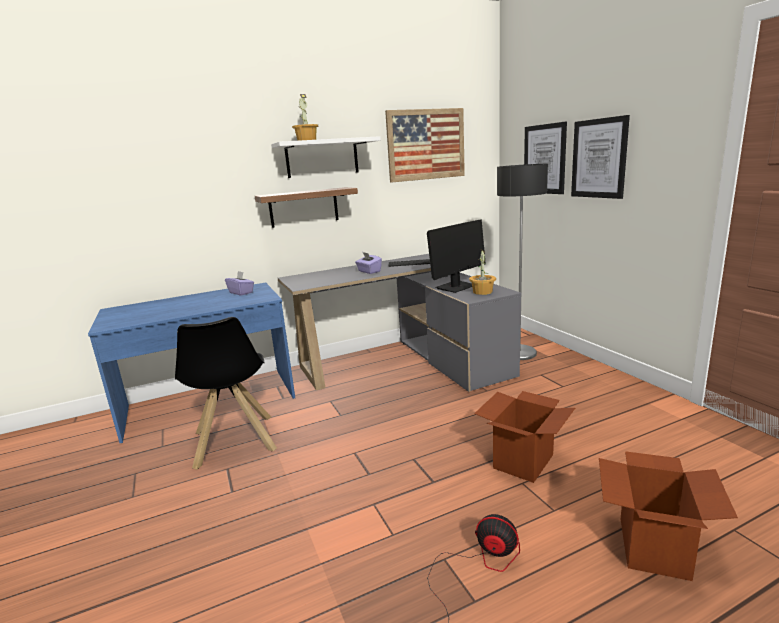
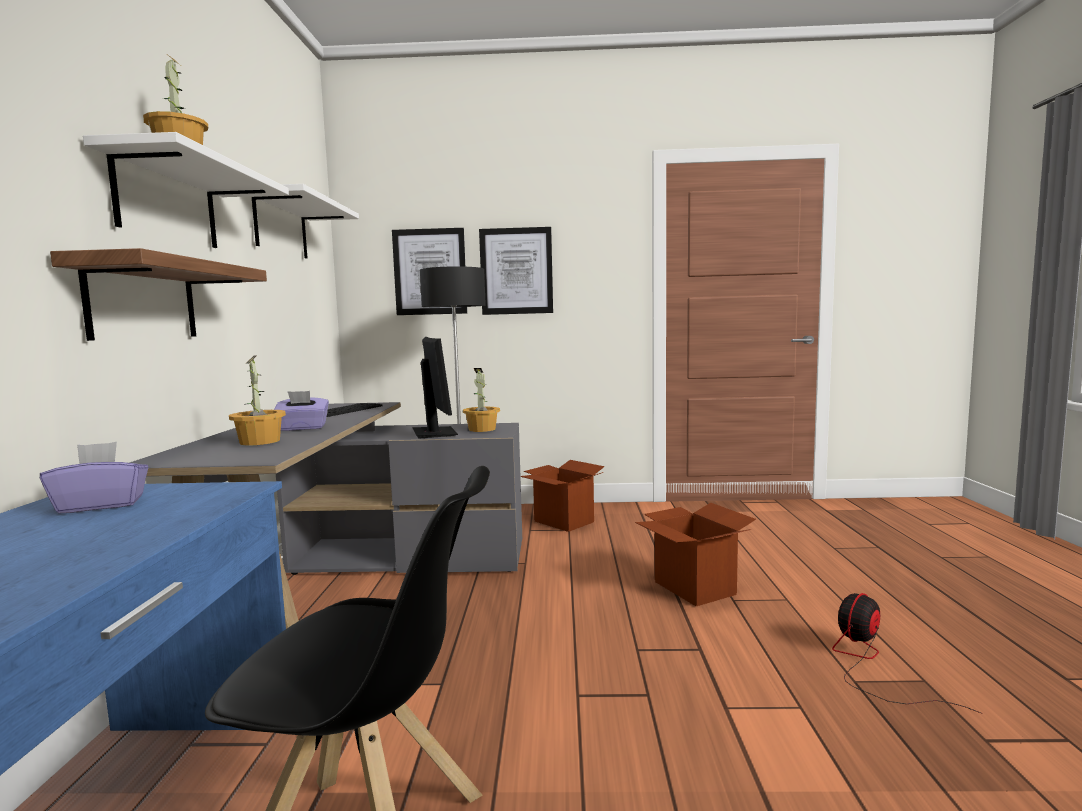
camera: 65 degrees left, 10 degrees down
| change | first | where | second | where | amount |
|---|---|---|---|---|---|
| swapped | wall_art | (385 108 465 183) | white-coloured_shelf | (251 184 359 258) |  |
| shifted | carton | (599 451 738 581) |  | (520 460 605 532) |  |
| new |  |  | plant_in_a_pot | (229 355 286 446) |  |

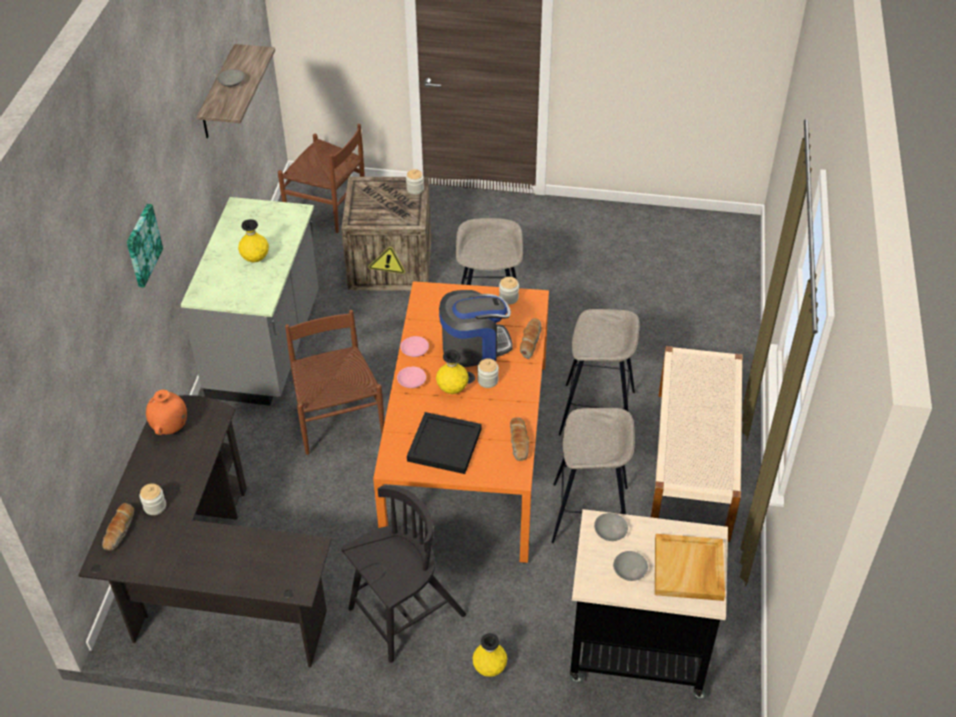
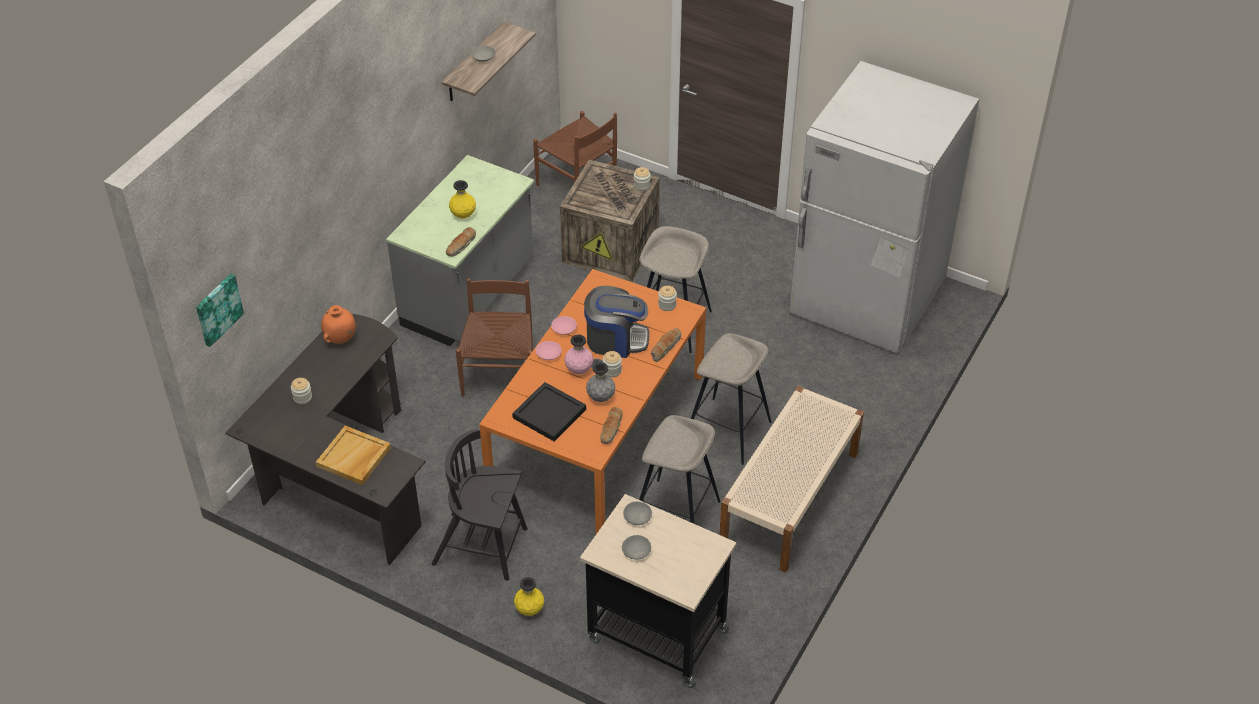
camera: 20 degrees right, 0 degrees up
| change | first | where | second | where | amount |
|---|---|---|---|---|---|
| shifted | baked_bread | (102 503 134 550) |  | (446 227 476 257) |  |
| shifted | wall_art | (127 204 163 287) |  | (196 274 244 347) |  |
| rotated | black_plain_chair | (341 485 466 663) |  | (431 429 528 581) | 150 degrees counterclockwise |
| repainted | yellow-coloured_vase | (436 350 469 394) | pink-coloured_vase | (564 335 593 374) |  |
| shifted | sand-coloured_tray | (655 534 725 601) |  | (316 426 391 485) |  |
| new |  |  | greyish_vase | (586 362 615 402) |  |
| new |  |  | white-coloured_refrigerator | (790 61 979 353) |  |

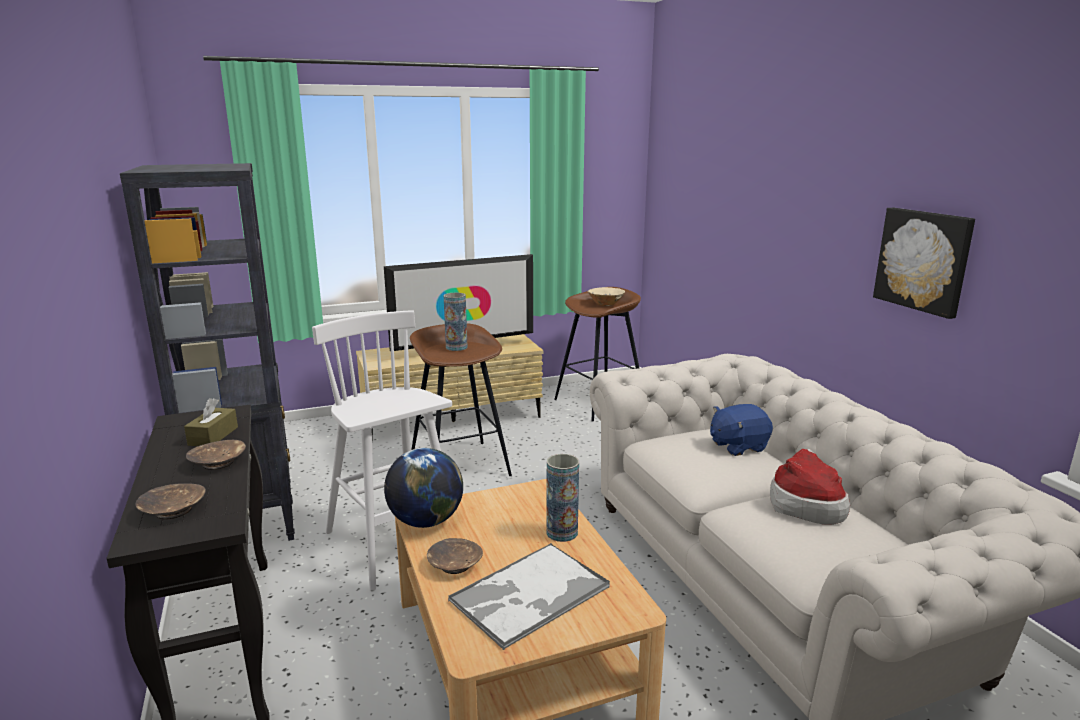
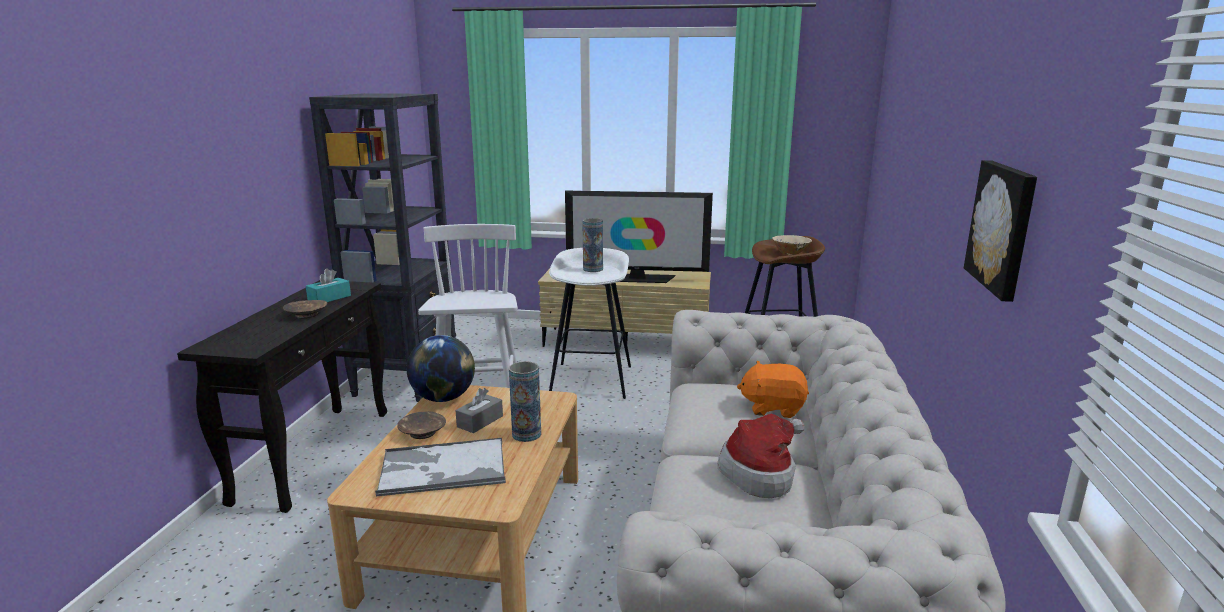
camera: 30 degrees right, 0 degrees up
| change | first | where | second | where | amount |
|---|---|---|---|---|---|
| gone | brown-coloured_deep_dish | (135 483 206 520) |  |  |  |
| repainted | brown-coloured_box_of_tissues | (184 398 238 446) | blue-green_box_of_tissues | (306 268 351 302) |  |
| repainted | brown-coloured_stool | (410 323 512 476) | white-coloured_stool | (549 248 631 399) |  |
| repainted | bluish_soft_toy | (710 404 773 456) | orange-coloured_soft_toy | (737 361 809 418) |  |
| new |  |  | greyish_box_of_tissues | (455 388 503 433) |  |

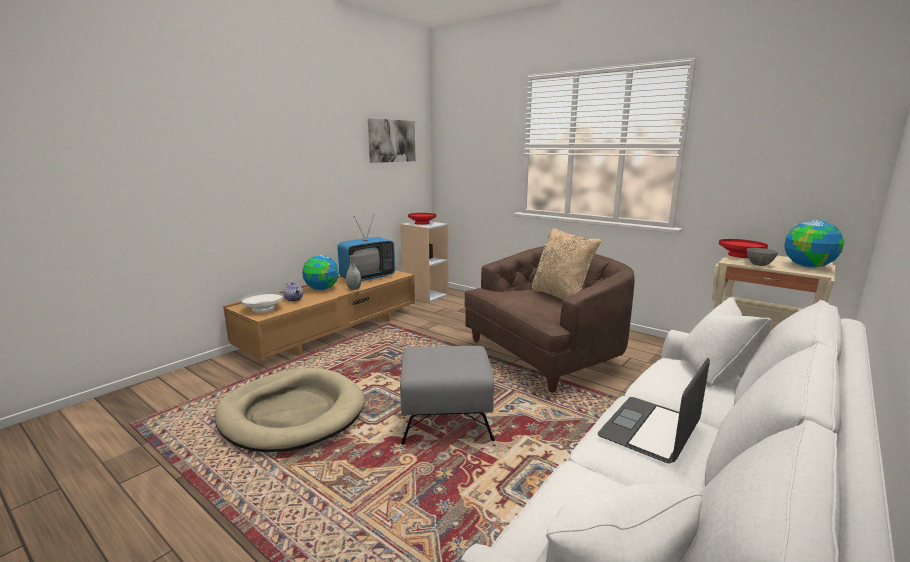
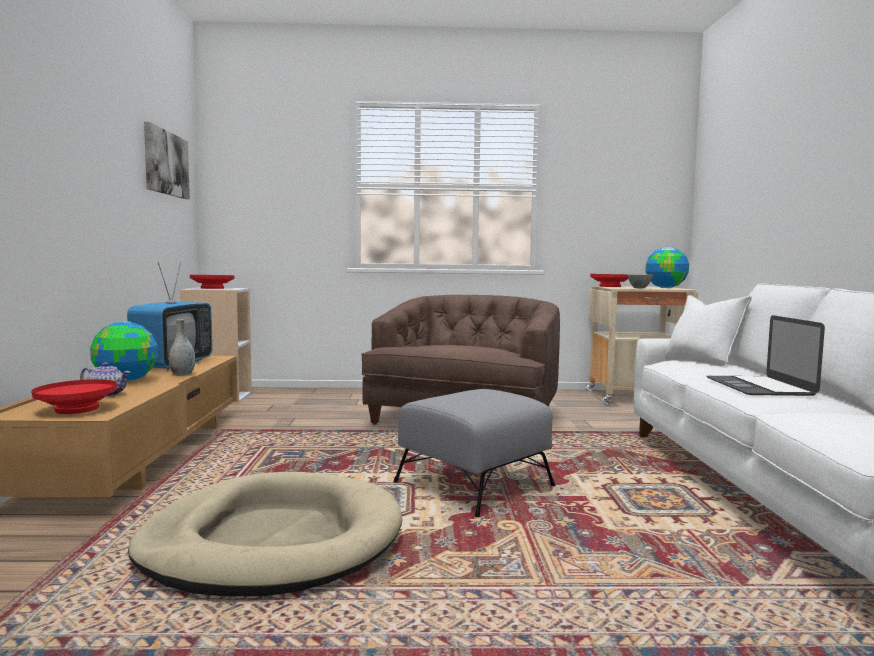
camera: 40 degrees left, 10 degrees down
| change | first | where | second | where | amount |
|---|---|---|---|---|---|
| repainted | white-coloured_deep_dish | (241 292 283 313) | reddish_deep_dish | (31 379 117 414) |  |
| gone | sand-coloured_cushion | (532 228 601 300) |  |  |  |

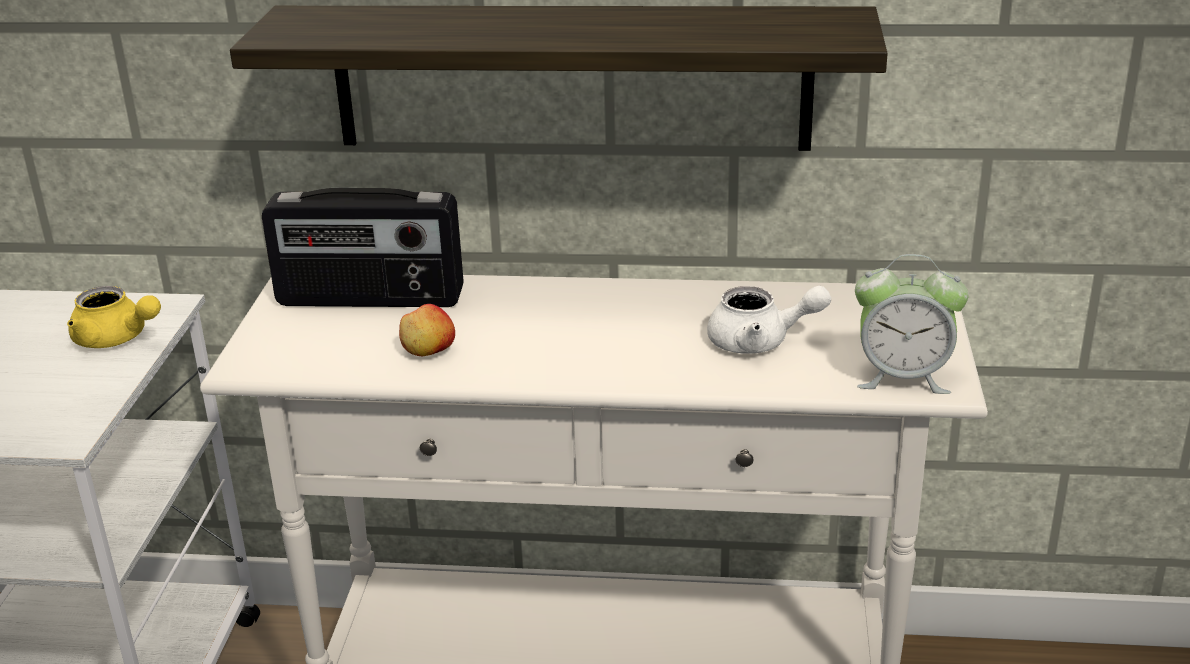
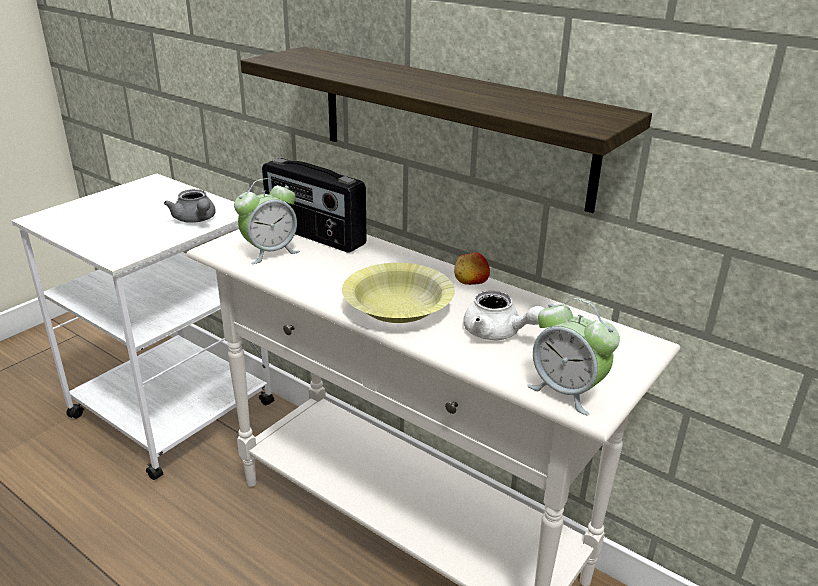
camera: 30 degrees right, 0 degrees up
| change | first | where | second | where | amount |
|---|---|---|---|---|---|
| repainted | yellow-coloured_tea_pot | (67 286 161 348) | greyish_tea_pot | (164 189 215 223) |  |
| shifted | apple | (399 304 455 356) |  | (454 252 490 285) |  |
| new |  |  | bedside_clock | (234 178 300 264) |  |
| new |  |  | yellow-coloured_deep_dish | (342 263 455 323) |  |

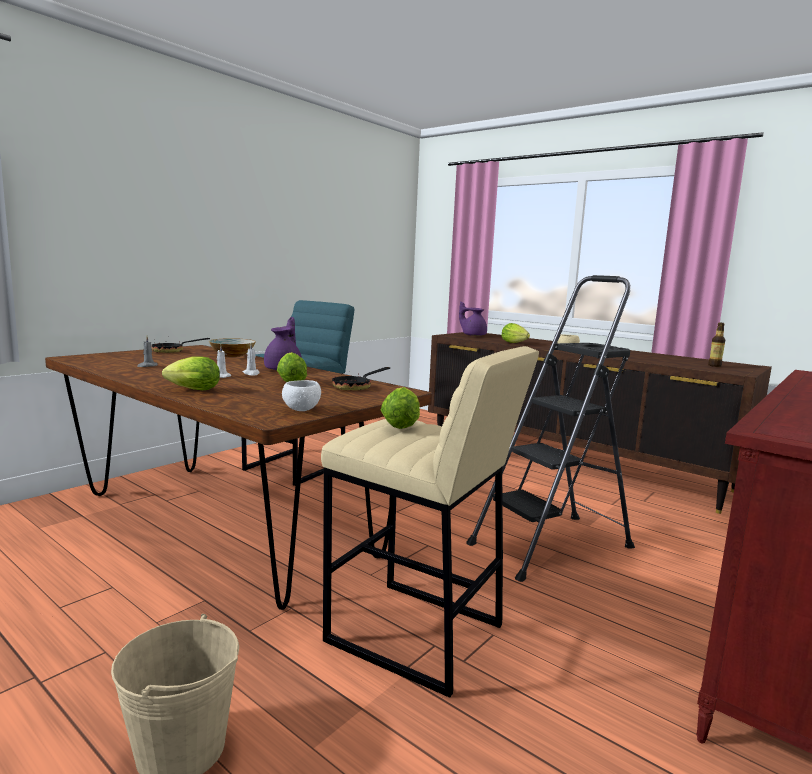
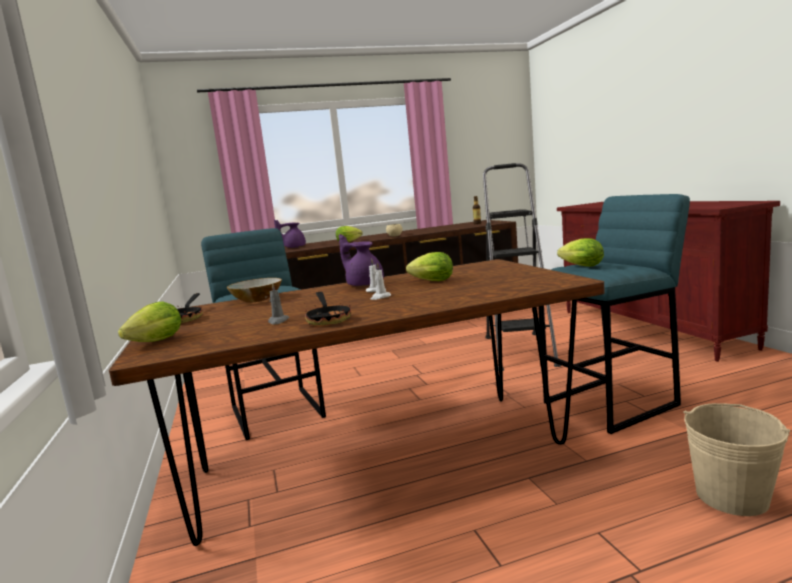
camera: 55 degrees left, 0 degrees up
| change | first | where | second | where | amount |
|---|---|---|---|---|---|
| shifted | lettuce | (162 356 220 390) |  | (118 301 181 342) |  |
| gone | white-coloured_deep_dish | (282 380 321 411) |  |  |  |
| repainted | sand-coloured_stool | (321 346 539 698) | blue-green_stool | (538 194 690 434) |  |
| shifted | frying_pan | (332 367 390 391) |  | (305 292 351 325) |  |

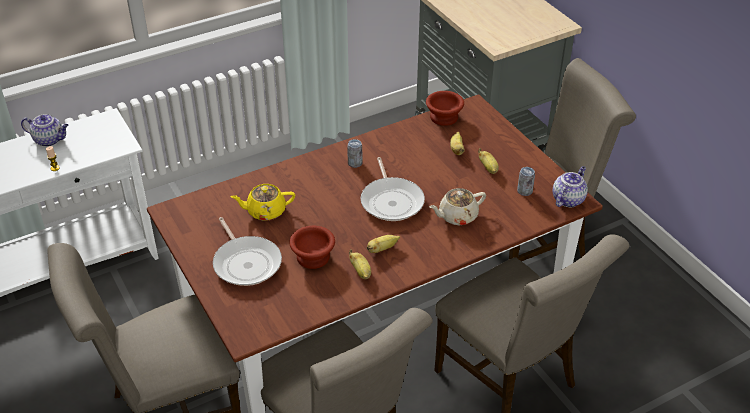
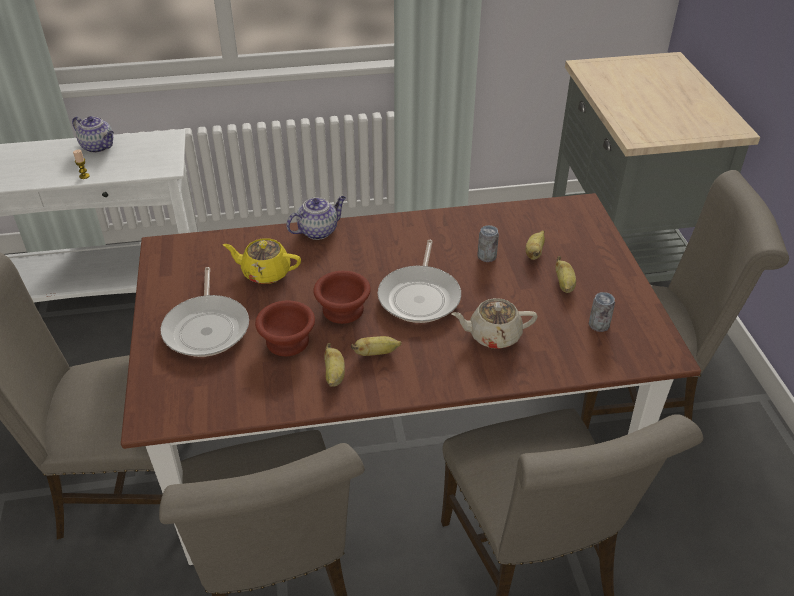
camera: 20 degrees right, 0 degrees up
| change | first | where | second | where | amount |
|---|---|---|---|---|---|
| shifted | sealed_can | (347 139 363 168) |  | (477 225 499 262) |  |
| shifted | brown-coloured_deep_dish | (426 91 464 126) |  | (313 271 371 324) |  |
| shifted | tea_pot | (553 166 588 207) |  | (286 196 346 240) |  |

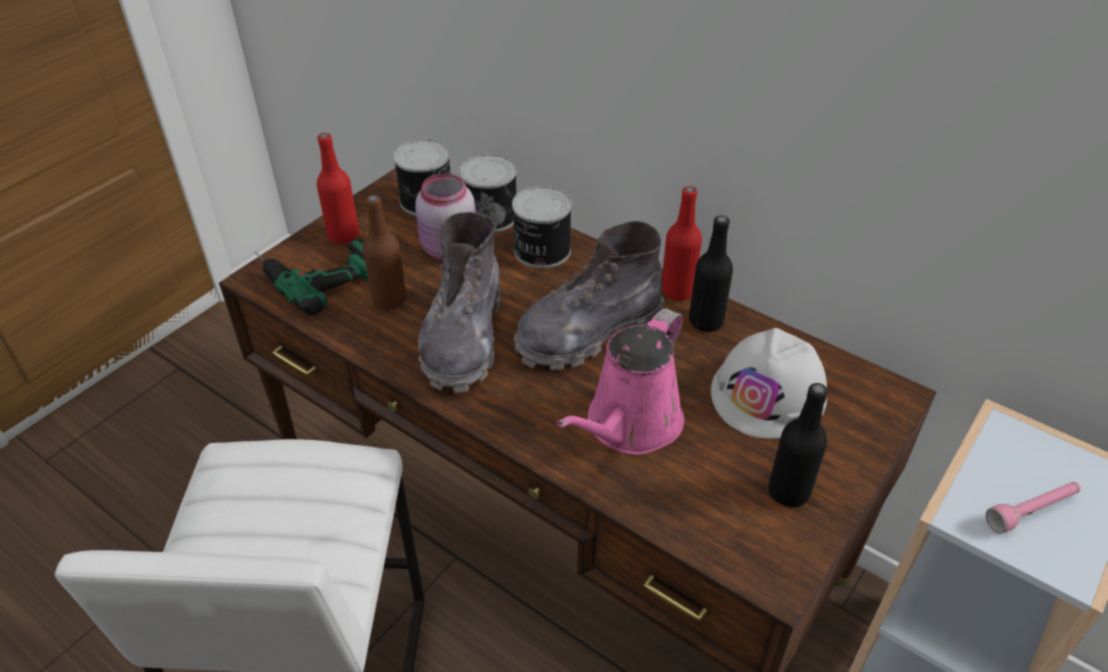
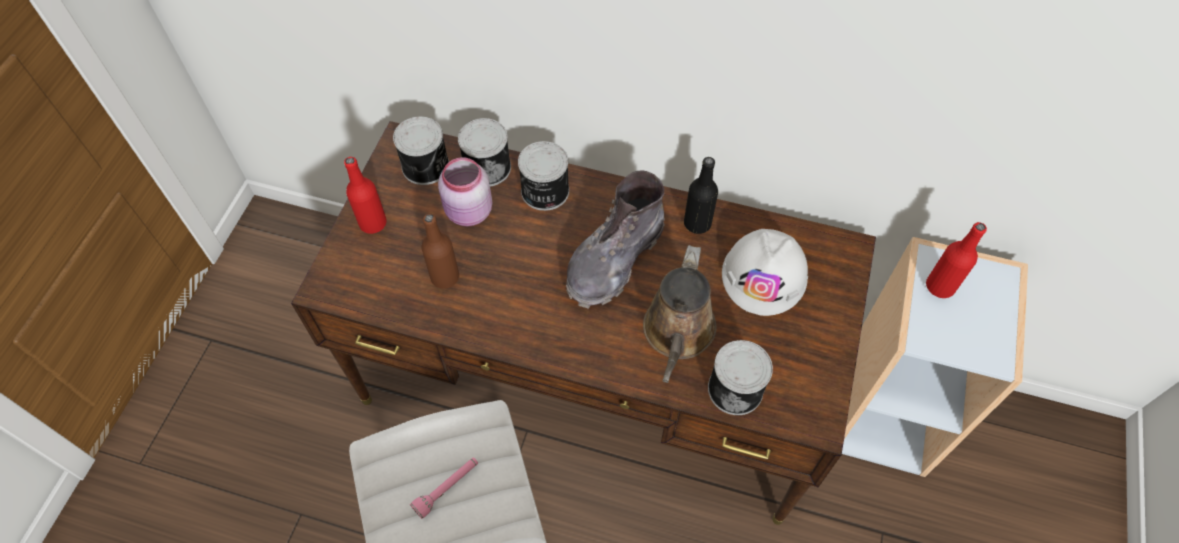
camera: 20 degrees left, 15 degrees up
| change | first | where | second | where | amount |
|---|---|---|---|---|---|
| gone | electric_drill | (255 239 368 315) |  |  |  |
| gone | greyish_boot | (418 212 500 393) |  |  |  |
| repainted | pink-coloured_watering_pot | (557 308 684 455) | brown-coloured_watering_pot | (643 245 717 383) |  |
| shifted | reddish_beverage_bottle | (662 186 702 301) |  | (926 222 987 298) |  |
| gone | black_beverage_bottle | (768 383 828 507) |  |  |  |
| shifted | pink-coloured_torch | (986 482 1081 534) |  | (410 458 478 519) |  |
| new |  |  | sealed_can | (708 340 773 415) |  |

